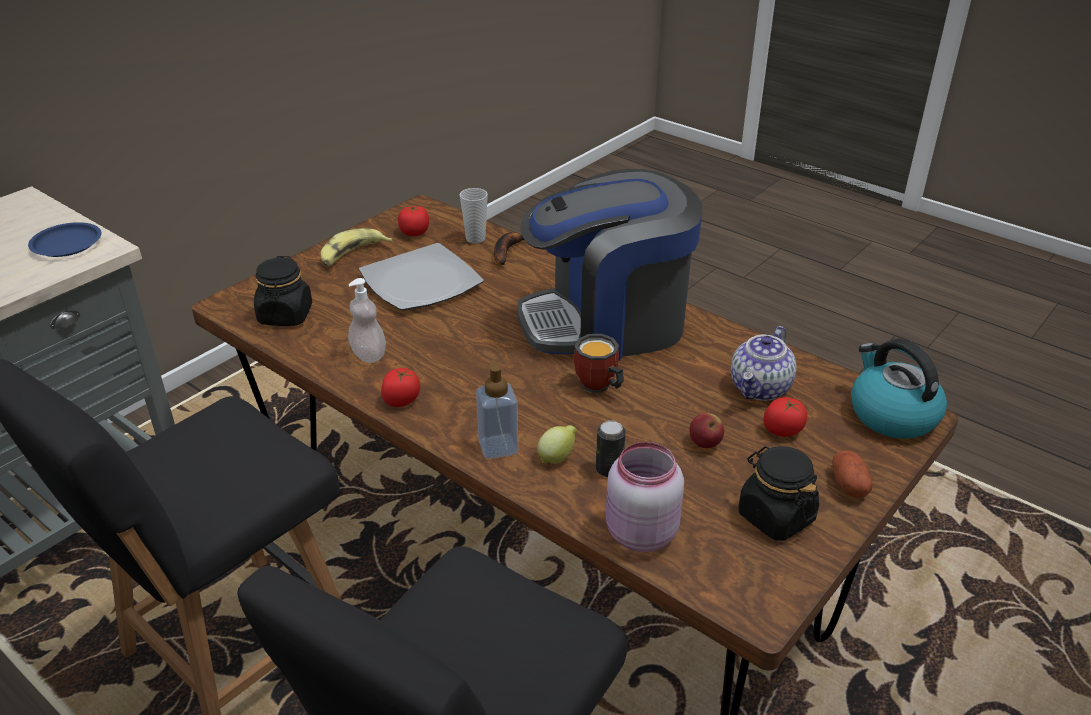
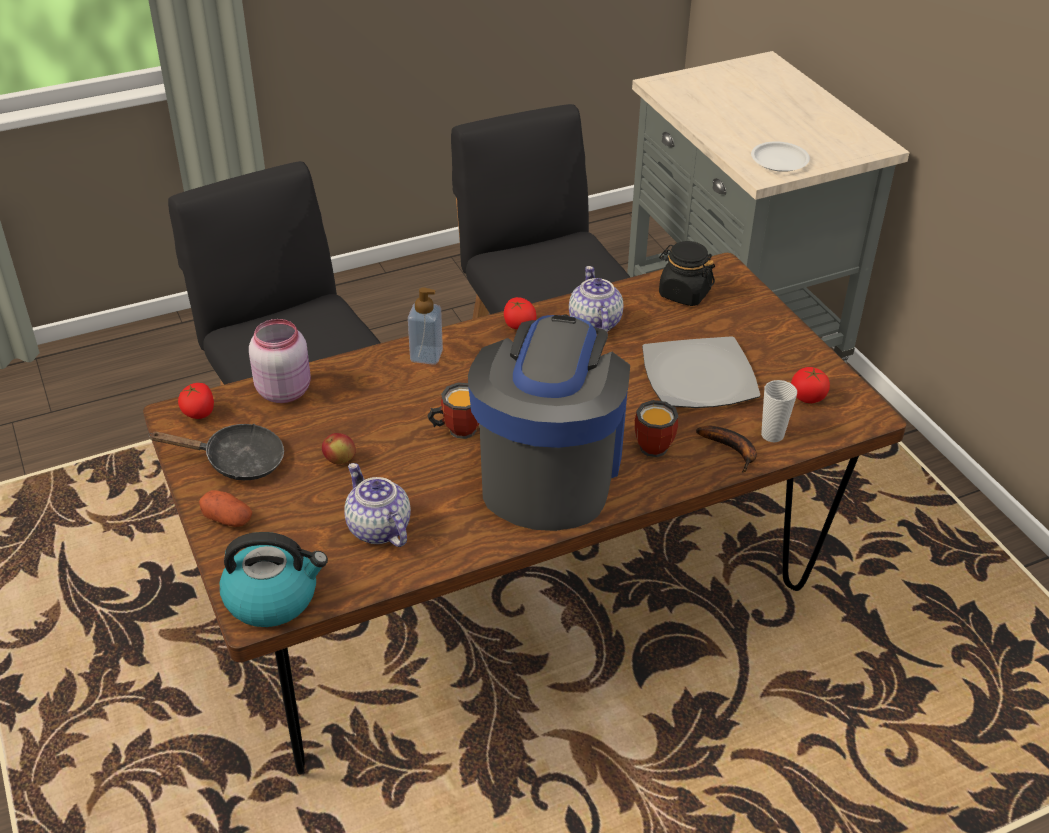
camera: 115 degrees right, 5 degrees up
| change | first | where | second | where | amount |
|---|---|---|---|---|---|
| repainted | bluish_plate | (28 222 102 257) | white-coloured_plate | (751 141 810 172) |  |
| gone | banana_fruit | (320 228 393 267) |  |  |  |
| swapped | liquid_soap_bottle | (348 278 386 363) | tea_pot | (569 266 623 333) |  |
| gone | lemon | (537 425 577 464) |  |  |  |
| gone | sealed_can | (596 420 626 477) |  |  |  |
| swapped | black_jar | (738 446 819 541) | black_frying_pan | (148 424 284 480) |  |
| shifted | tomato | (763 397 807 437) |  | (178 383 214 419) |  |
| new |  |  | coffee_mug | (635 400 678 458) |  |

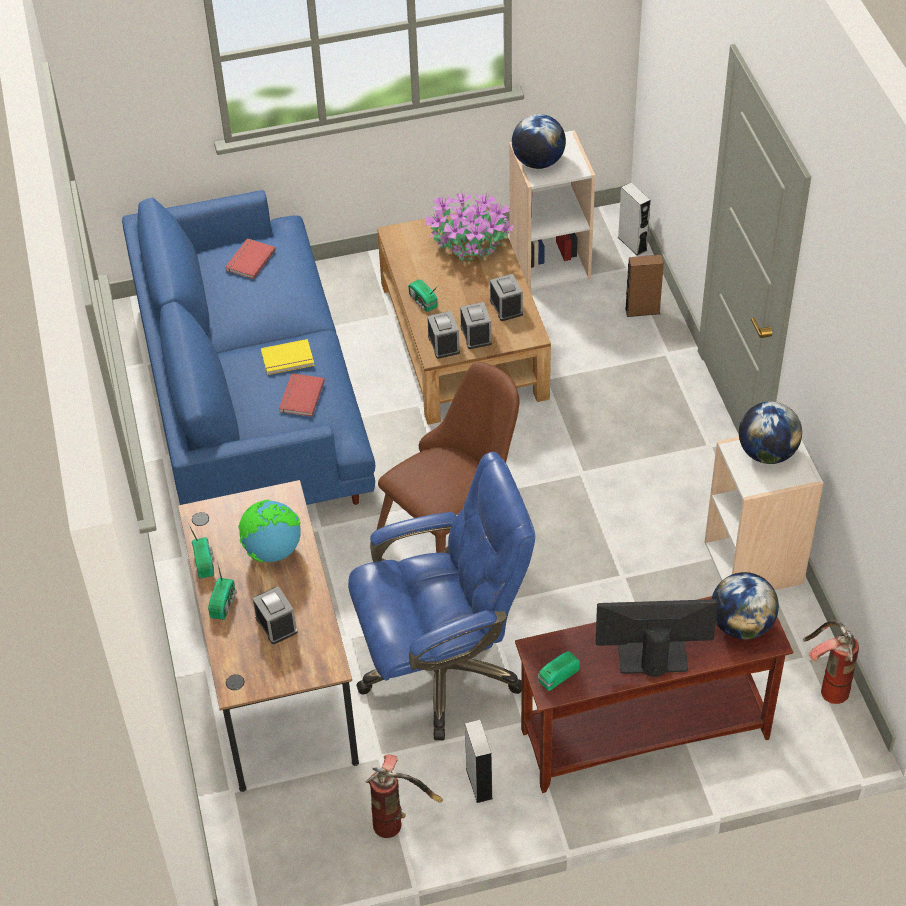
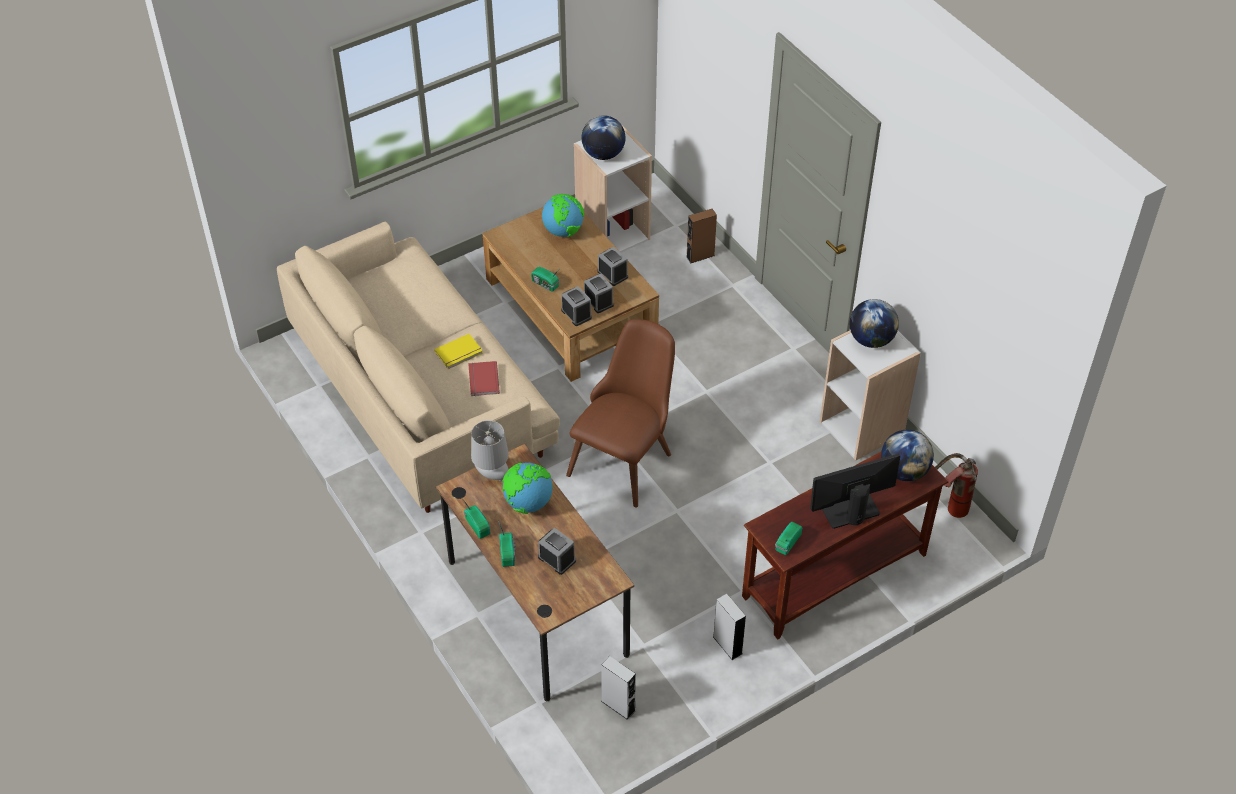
camera: 20 degrees left, 0 degrees up
| change | first | where | second | where | amount |
|---|---|---|---|---|---|
| repainted | bluish_couch | (122 190 375 505) | sand-coloured_couch | (277 222 560 513) |  |
| gone | reddish_volume | (225 238 276 279) |  |  |  |
| gone | bluish_office_chair | (348 452 535 740) |  |  |  |
| gone | fire_extinguisher | (365 755 443 838) |  |  |  |
| swapped | plant_in_a_pot | (426 191 514 263) | world_globe | (542 194 584 237) |  |
| shifted | greyish_audio_speaker | (618 183 650 256) |  | (601 656 636 720) |  |
| new |  |  | greyish_lamp_for_a_table | (471 420 509 482) |  |

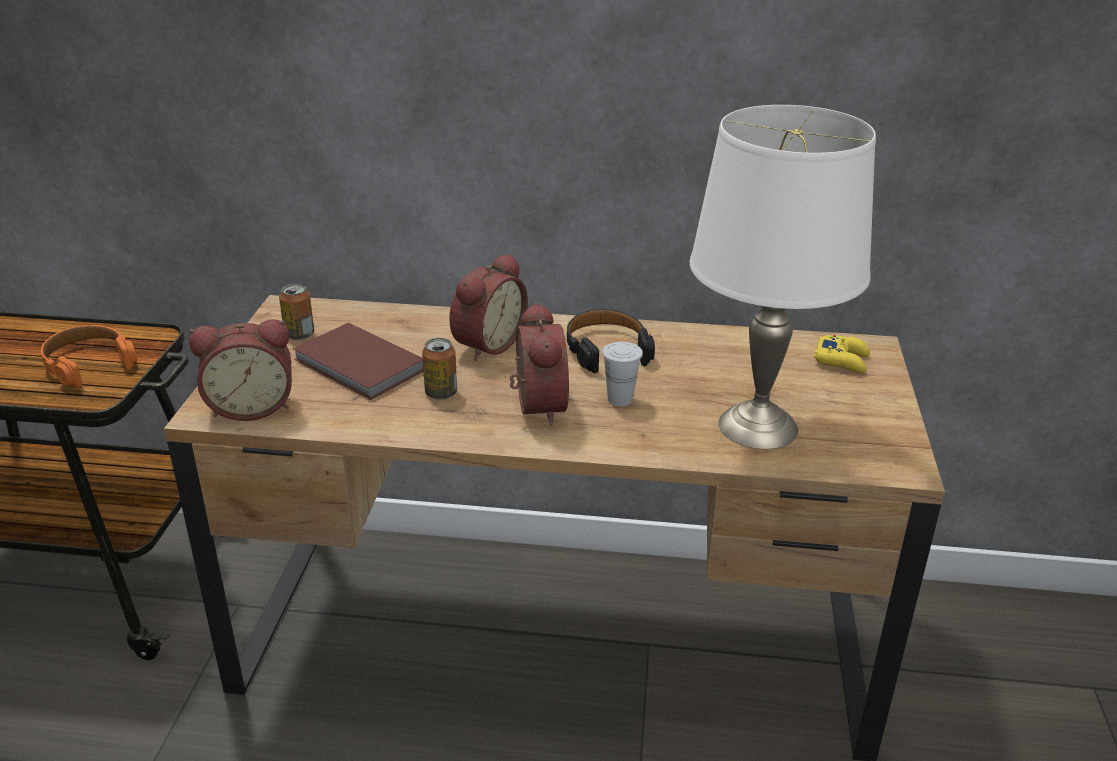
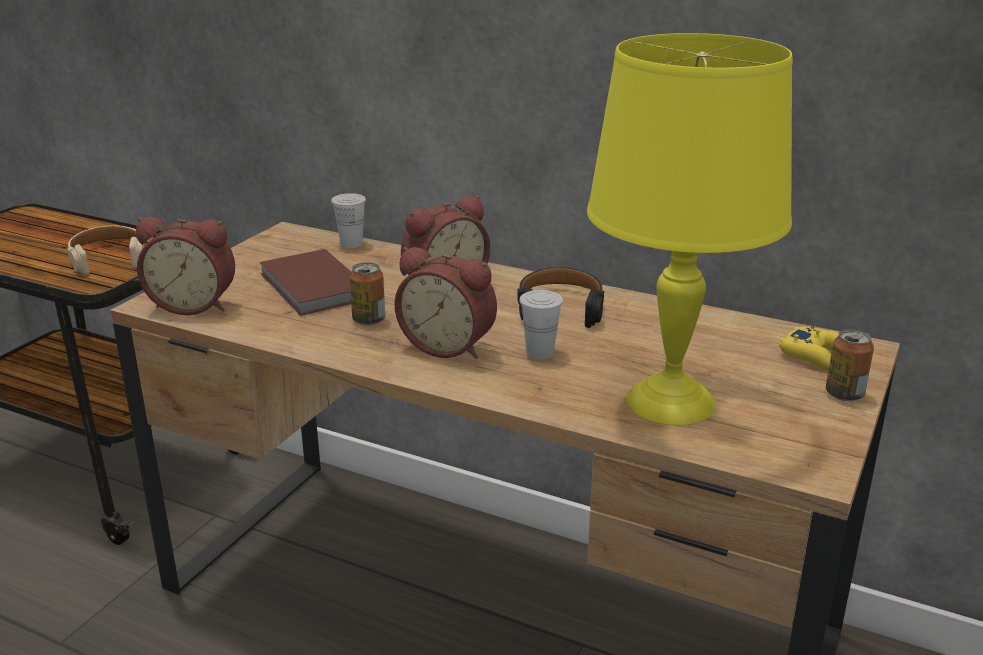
camera: 20 degrees right, 5 degrees down
| change | first | where | second | where | amount |
|---|---|---|---|---|---|
| repainted | orange-coloured_headset | (41 325 137 388) | sand-coloured_headset | (67 225 145 275) |  |
| shifted | sealed_can | (279 283 314 340) |  | (826 329 874 401) |  |
| rotated | bedside_clock | (510 302 569 426) |  | (394 247 497 359) | 105 degrees clockwise |
| repainted | white-coloured_lamp_for_a_table | (690 105 876 449) | yellow-coloured_lamp_for_a_table | (587 33 793 425) |  |
| new |  |  | white-coloured_small_cup | (331 193 366 248) |  |

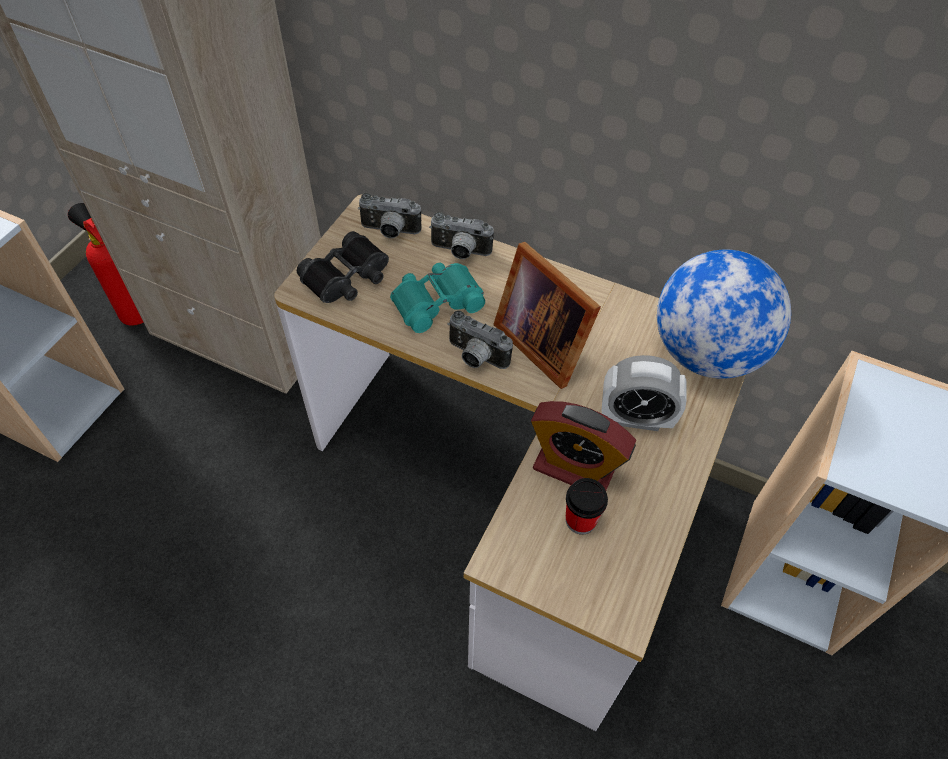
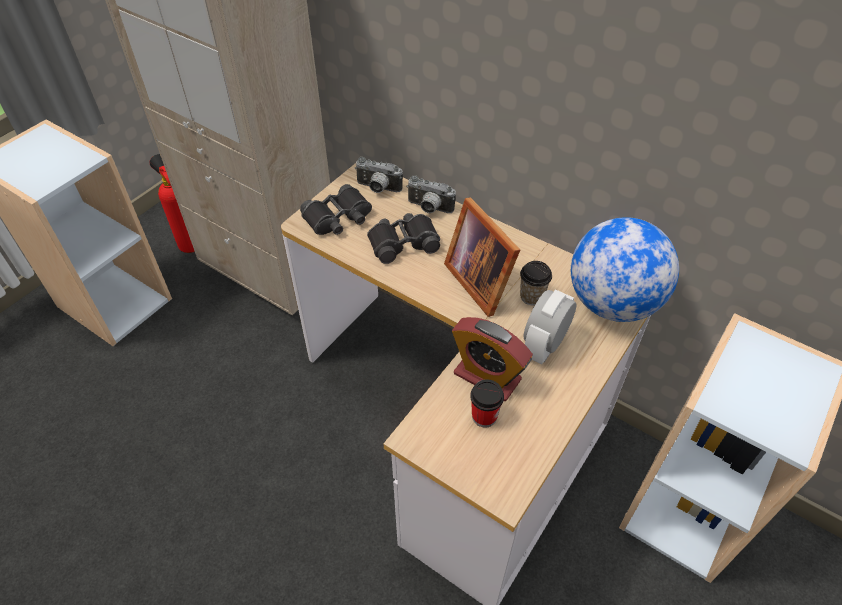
camera: 10 degrees right, 5 degrees down
| change | first | where | second | where | amount |
|---|---|---|---|---|---|
| repainted | blue-green_field_glasses | (390 263 485 333) | black_field_glasses | (367 213 440 264) |  |
| gone | photo_camera | (447 310 513 369) |  |  |  |
| rotated | bedside_clock | (602 355 687 431) |  | (523 289 576 364) | 105 degrees clockwise |
| new |  |  | small_cup | (520 261 552 306) |  |

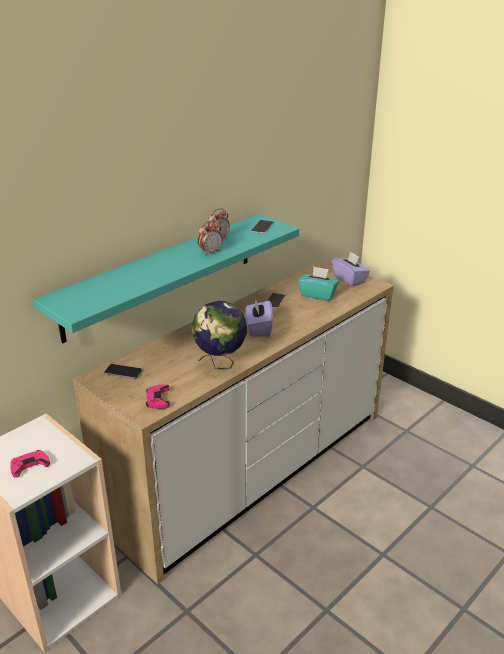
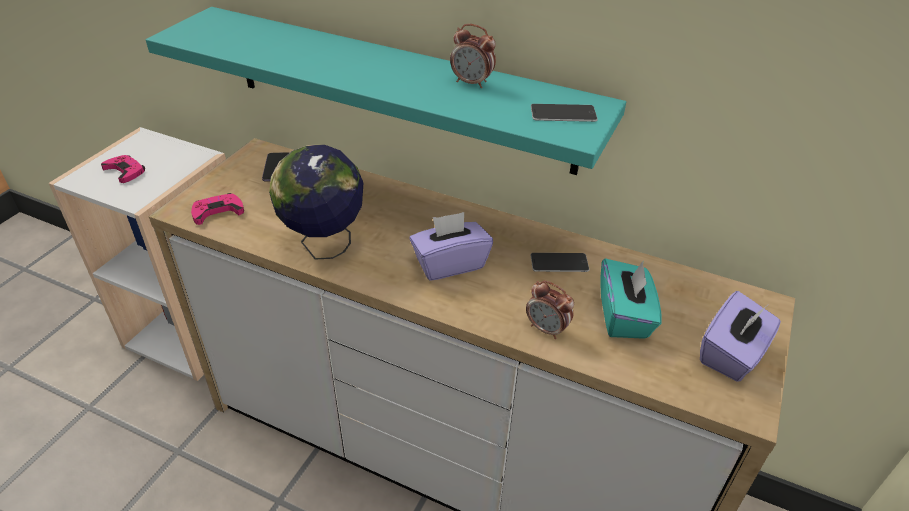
camera: 70 degrees right, 10 degrees up
| change | first | where | second | where | amount |
|---|---|---|---|---|---|
| shifted | bedside_clock | (198 220 223 255) |  | (526 280 574 339) |  |

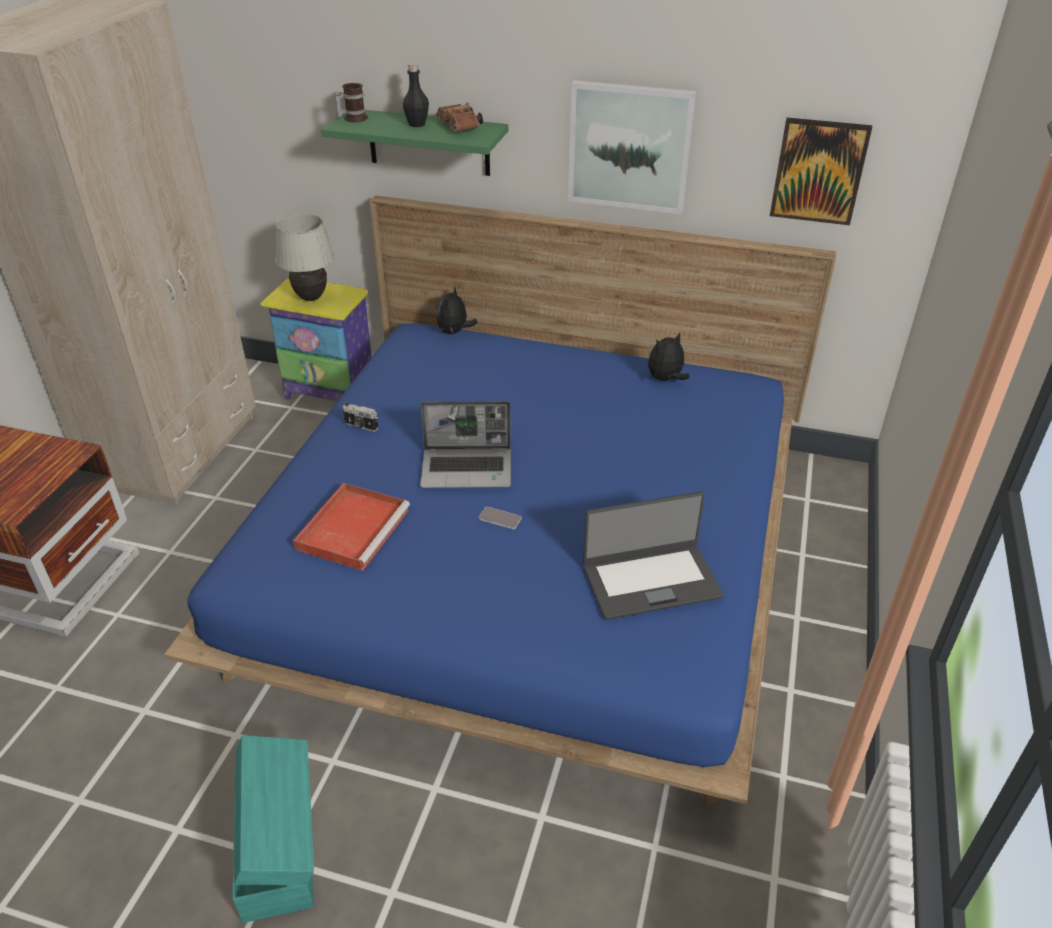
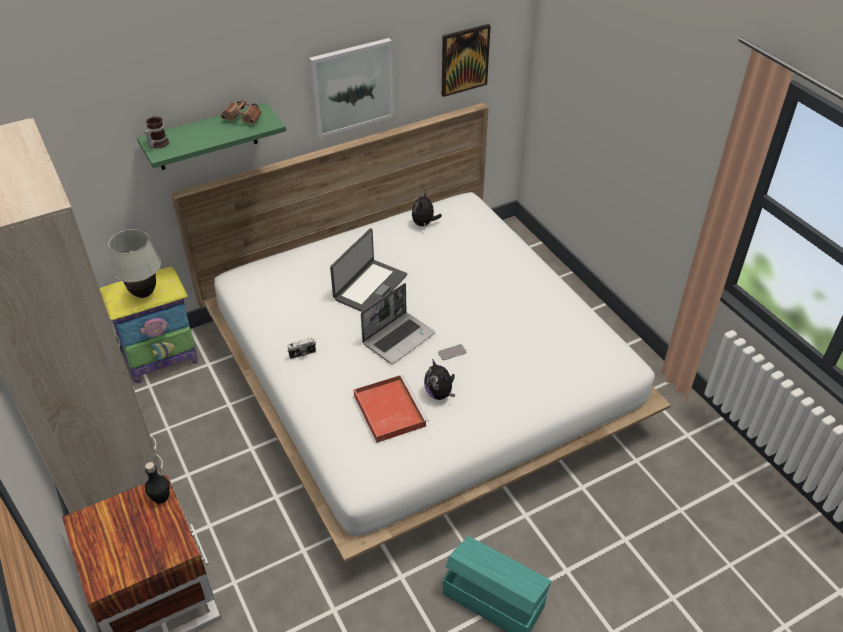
camera: 45 degrees left, 5 degrees up
| change | first | where | second | where | amount |
|---|---|---|---|---|---|
| repainted | bluish_sleeping_bed | (164 195 836 805) | white-coloured_sleeping_bed | (171 103 671 562) |  |
| shifted | black_beverage_bottle | (403 63 429 127) |  | (145 462 170 504) |  |
| shifted | soft_toy | (436 286 477 334) |  | (424 359 455 400) |  |
| shifted | notebook_computer | (583 491 724 620) |  | (330 228 407 312) |  |

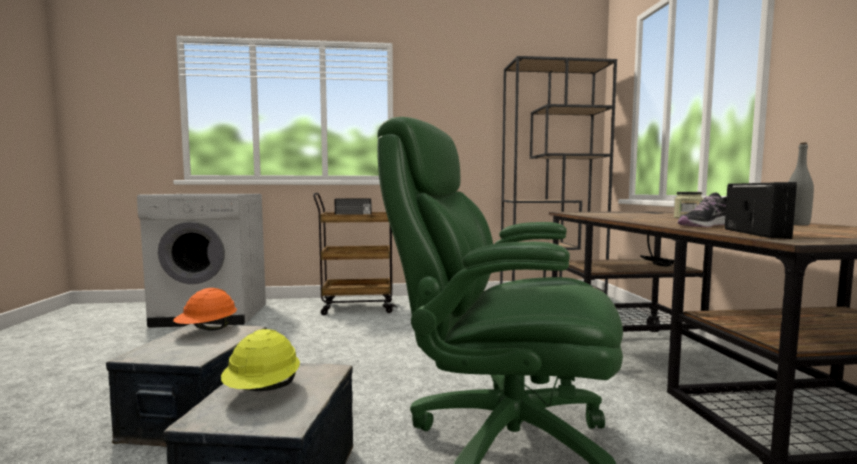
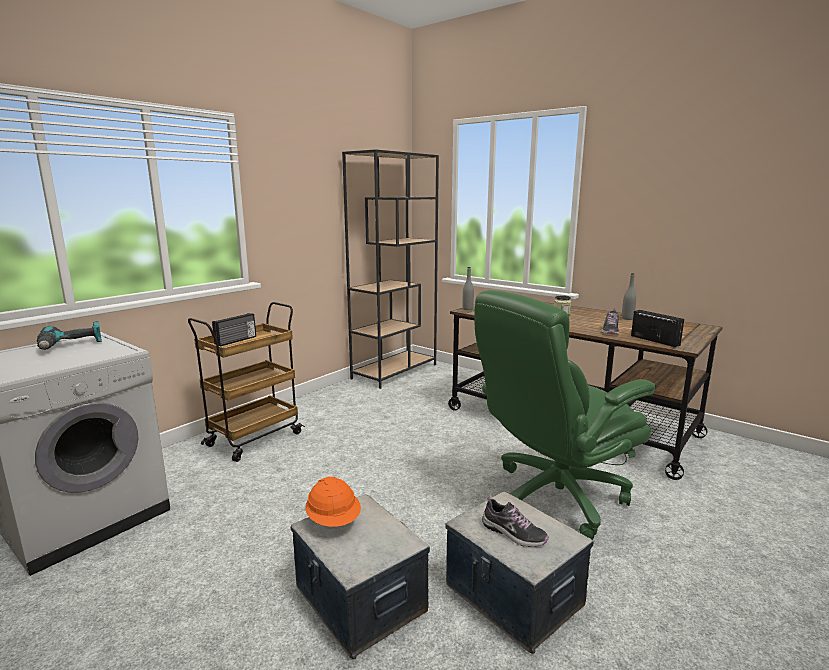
camera: 45 degrees left, 10 degrees up
| change | first | where | second | where | amount |
|---|---|---|---|---|---|
| swapped | yellow-coloured_safety_helmet | (221 329 300 391) | shoe | (482 496 549 547) |  |
| new |  |  | electric_drill | (37 321 102 350) |  |
| new |  |  | greyish_beverage_bottle | (463 267 474 310) |  |

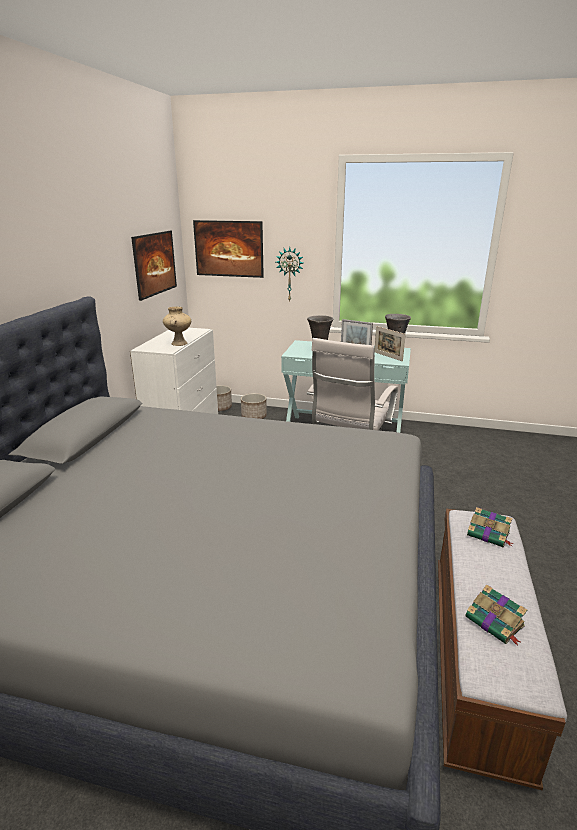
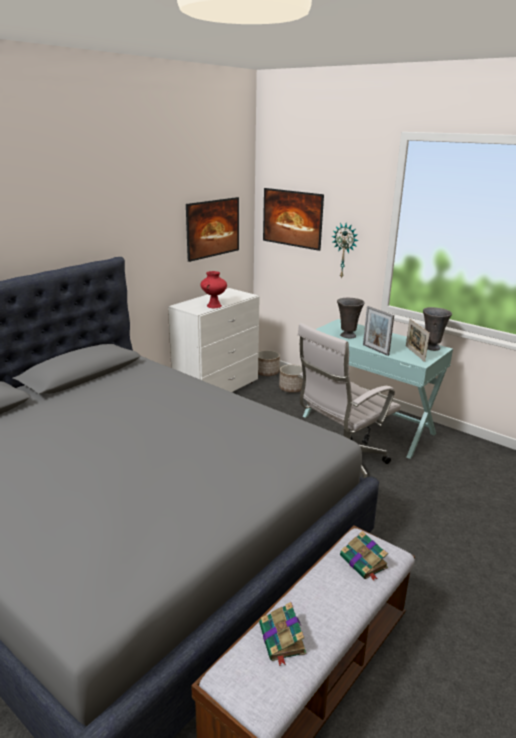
camera: 25 degrees right, 0 degrees up
| change | first | where | second | where | amount |
|---|---|---|---|---|---|
| repainted | sand-coloured_vase | (163 307 191 346) | reddish_vase | (201 271 227 308) |  |

